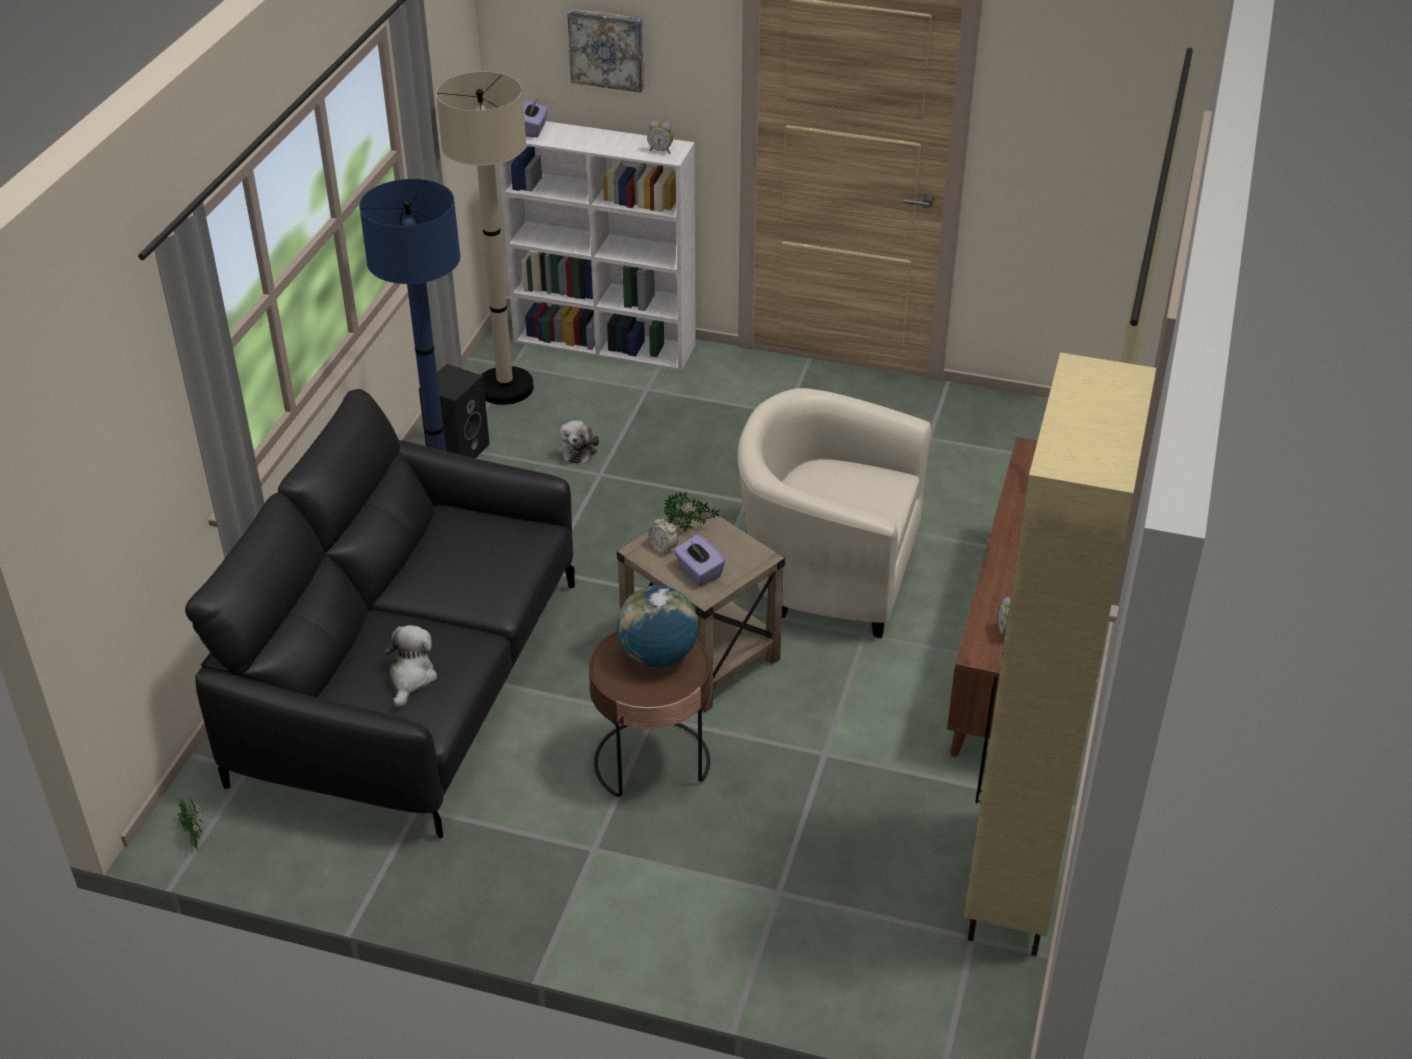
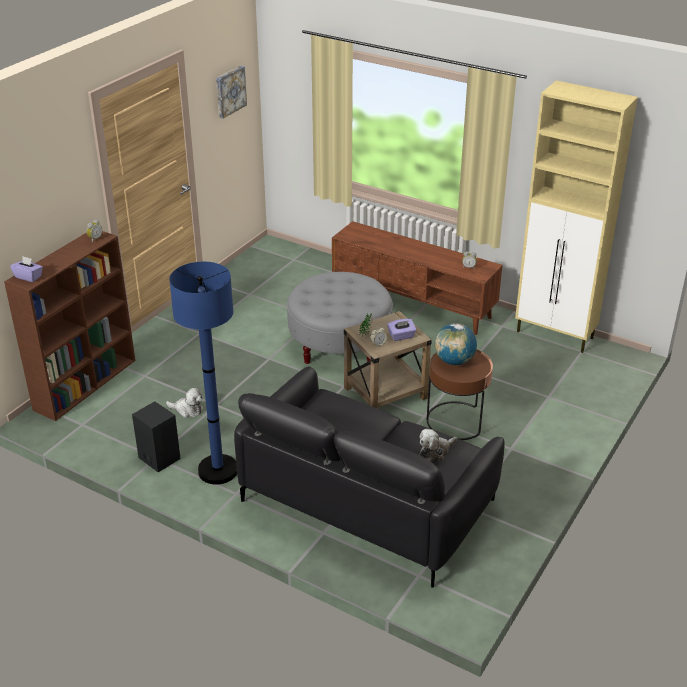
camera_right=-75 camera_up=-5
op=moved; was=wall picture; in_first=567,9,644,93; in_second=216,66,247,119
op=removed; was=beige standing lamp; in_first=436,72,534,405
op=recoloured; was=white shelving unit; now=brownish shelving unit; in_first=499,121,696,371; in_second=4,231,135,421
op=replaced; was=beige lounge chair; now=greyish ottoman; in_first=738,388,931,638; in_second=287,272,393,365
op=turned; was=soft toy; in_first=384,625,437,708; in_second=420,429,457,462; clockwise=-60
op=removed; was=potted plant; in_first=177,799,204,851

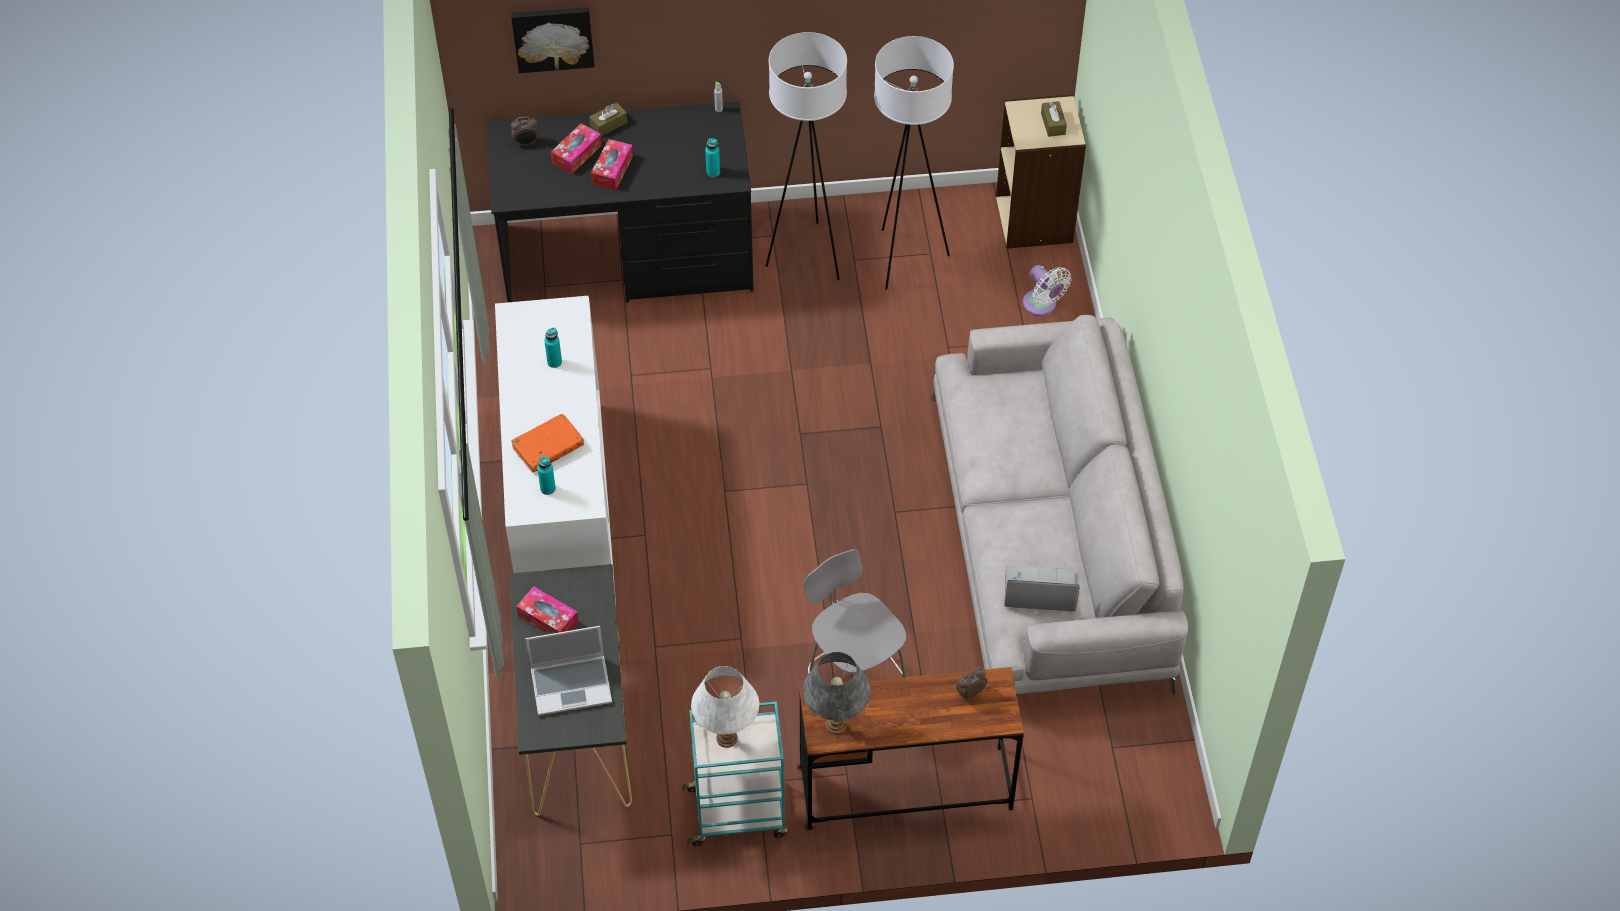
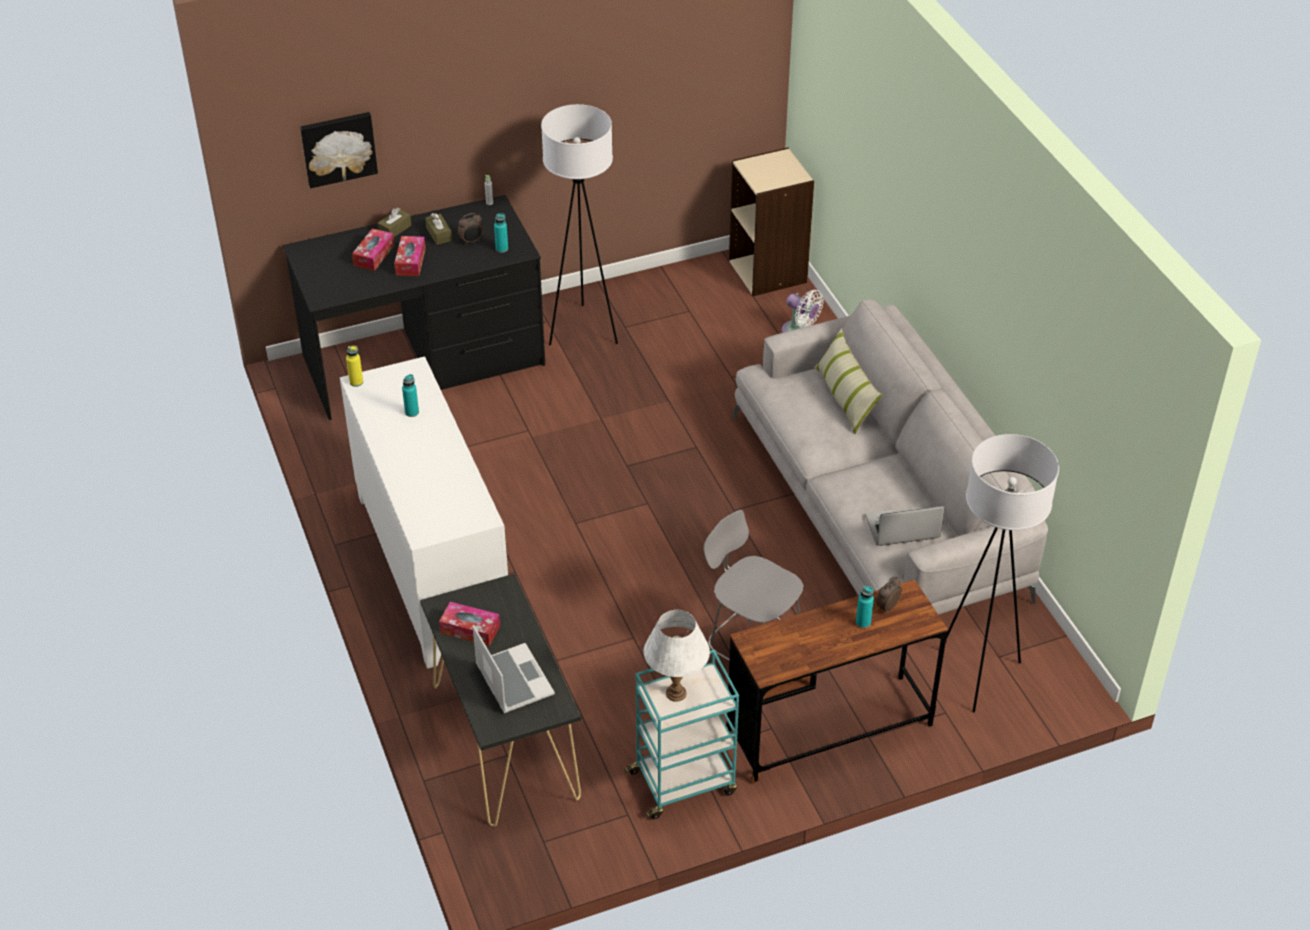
camera_right=-15 camera_up=-10
op=moved; was=white standing lamp; in_first=874,36,954,290; in_second=947,434,1059,713
op=moved; was=brownish box of tissues; in_first=1041,101,1067,137; in_second=425,213,452,245
op=moved; was=table clock; in_first=511,116,538,147; in_second=458,213,483,245
op=removed; was=orangey book; in_first=511,414,584,473
op=moved; was=turquoise bottle; in_first=537,456,556,495; in_second=856,586,874,628
op=turned; was=laptop; in_first=526,626,612,716; in_second=473,625,555,713; clockwise=-90
op=removed; was=greyish lamp for a table; in_first=802,652,871,734
op=added; now=pillow; in_second=814,329,883,434
op=added; now=yellow bottle; in_second=346,346,363,387

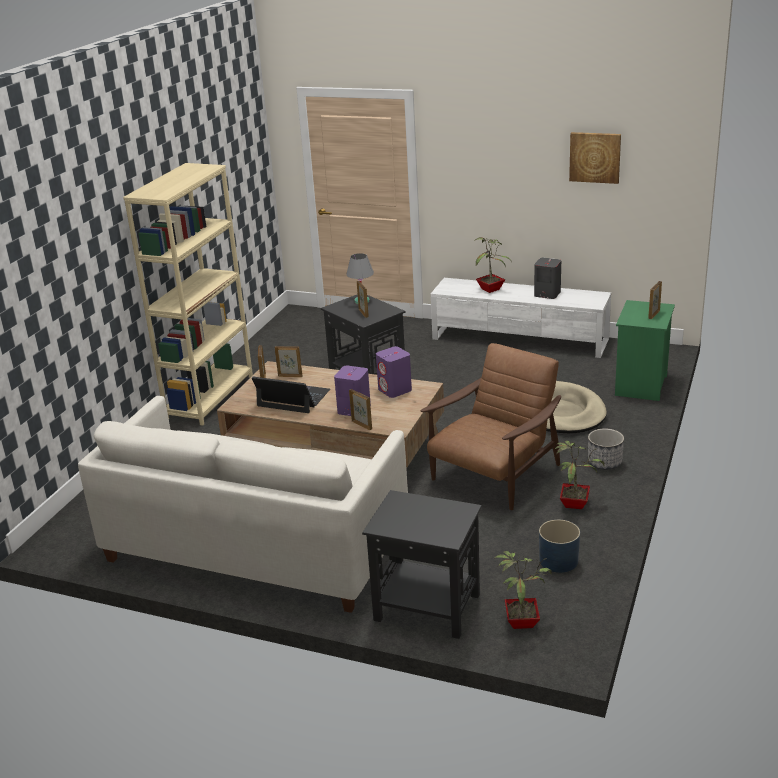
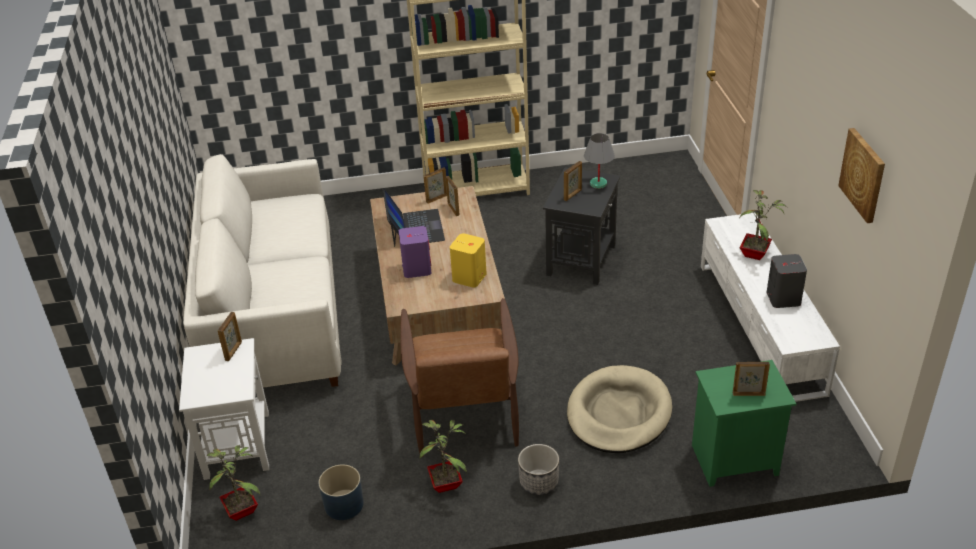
camera_right=60 camera_up=10
op=turned; was=brownish lounge chair; in_first=420,343,561,510; in_second=400,298,519,453; clockwise=75
op=recoloured; was=purplish speaker; now=yellow speaker; in_first=376,346,412,398; in_second=450,233,487,288
op=moved; was=photo frame; in_first=349,389,372,430; in_second=218,312,242,361
op=recoloured; was=blackish accent table; now=white accent table; in_first=362,490,482,639; in_second=179,338,269,480

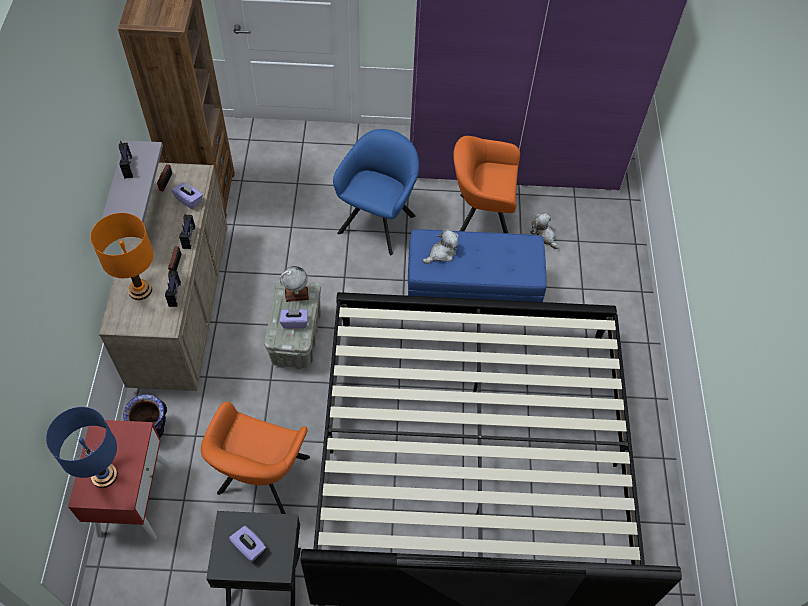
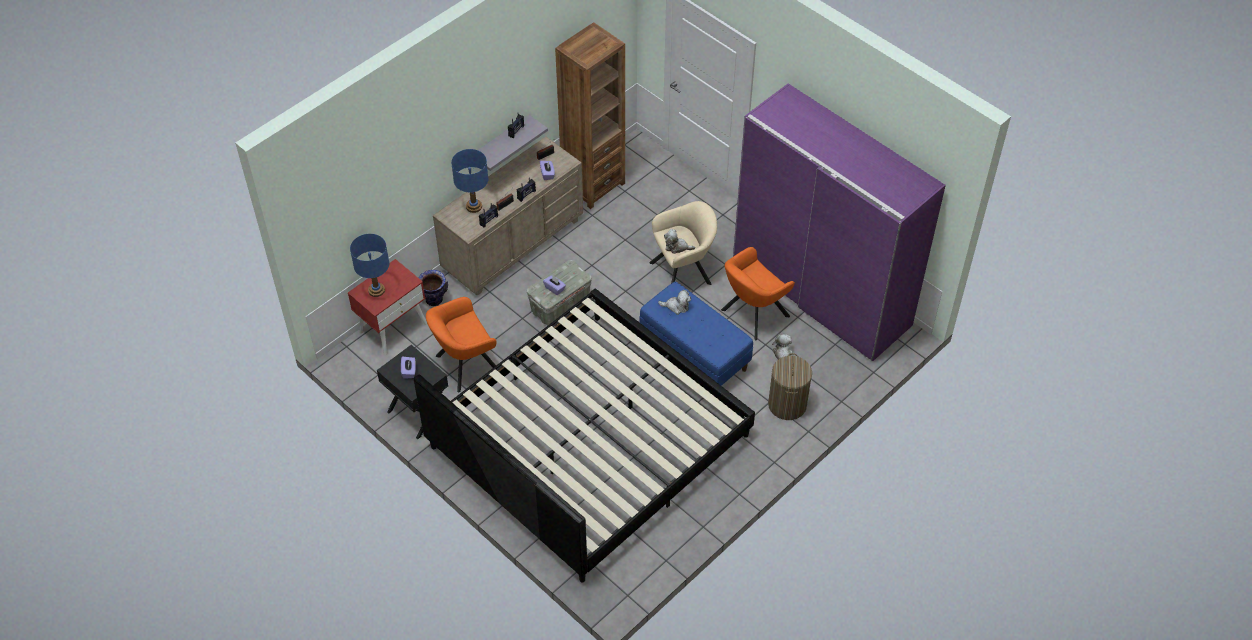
camera_right=45 camera_up=-5
op=recoloured; was=blue-coloured lounge chair; now=beige lounge chair; in_first=333,129,419,255; in_second=649,201,717,285
op=turned; was=orangey lounge chair; in_first=453,136,520,233; in_second=721,247,795,341; clockwise=-90
op=recoloured; was=orangey lamp for a table; now=blue-coloured lamp for a table; in_first=91,213,154,300; in_second=451,149,488,213
op=removed; was=globe; in_first=280,266,309,302
op=added; now=soft toy; in_second=664,229,695,254
op=added; now=laundry basket; in_second=768,353,812,420

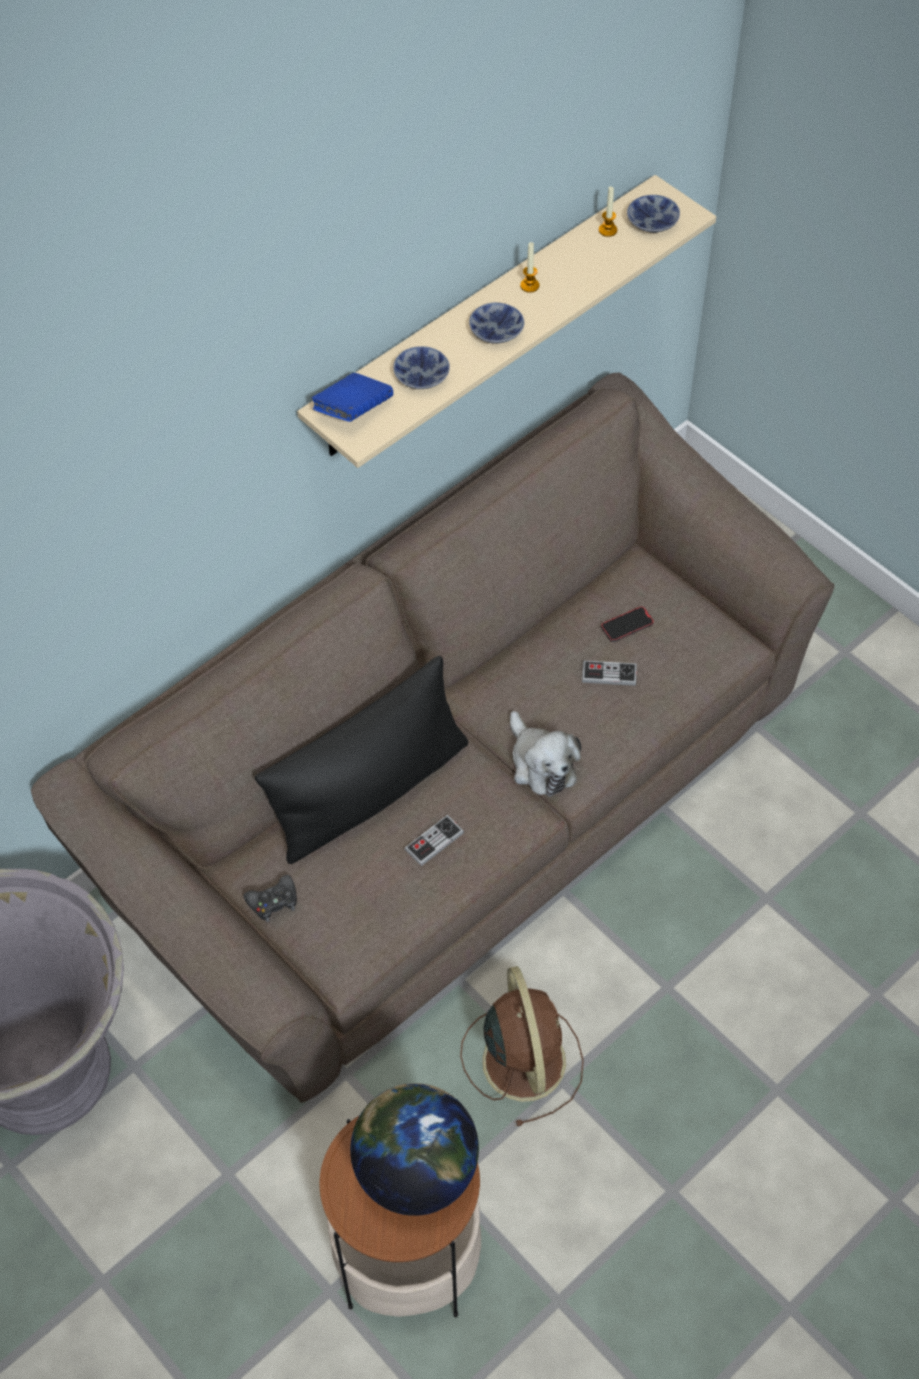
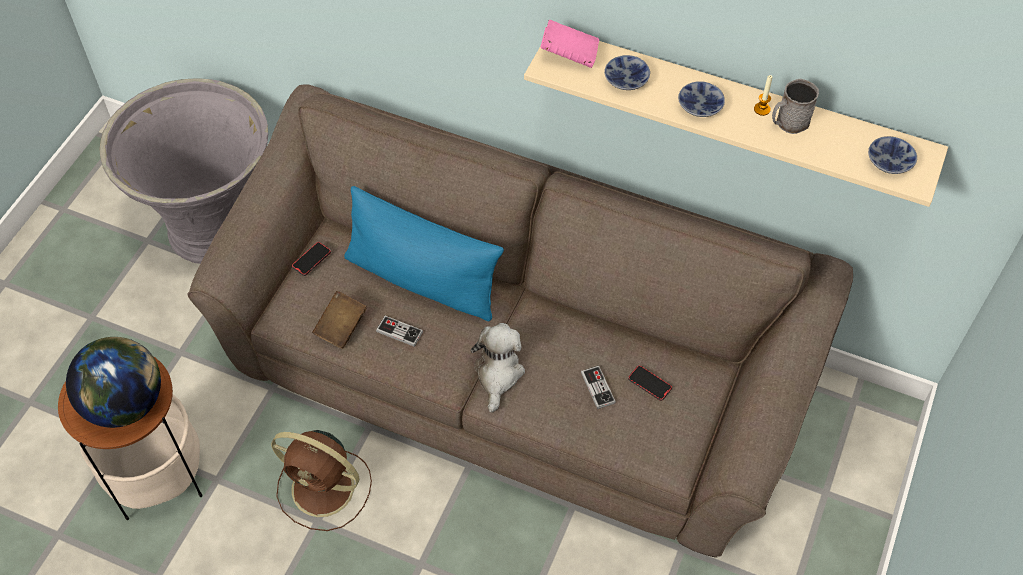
camera_right=65 camera_up=0
op=removed; was=candle; in_first=599,186,617,237
op=recoloured; was=blue-coloured book; now=pinkish book; in_first=311,373,393,422; in_second=541,20,599,68
op=recoloured; was=blackish pillow; now=blue-coloured pillow; in_first=255,656,468,864; in_second=344,186,504,322
op=turned; was=soft toy; in_first=510,711,581,797; in_second=470,323,525,413; clockwise=150
op=replaced; was=blackish gamepad; now=phone; in_first=244,875,297,922; in_second=292,242,331,276
op=turned; was=brownish fan; in_first=460,966,584,1126; in_second=271,430,372,531; clockwise=60
op=added; now=greyish coffee mug; in_second=772,78,819,134
op=added; now=brownish book; in_second=312,291,367,349

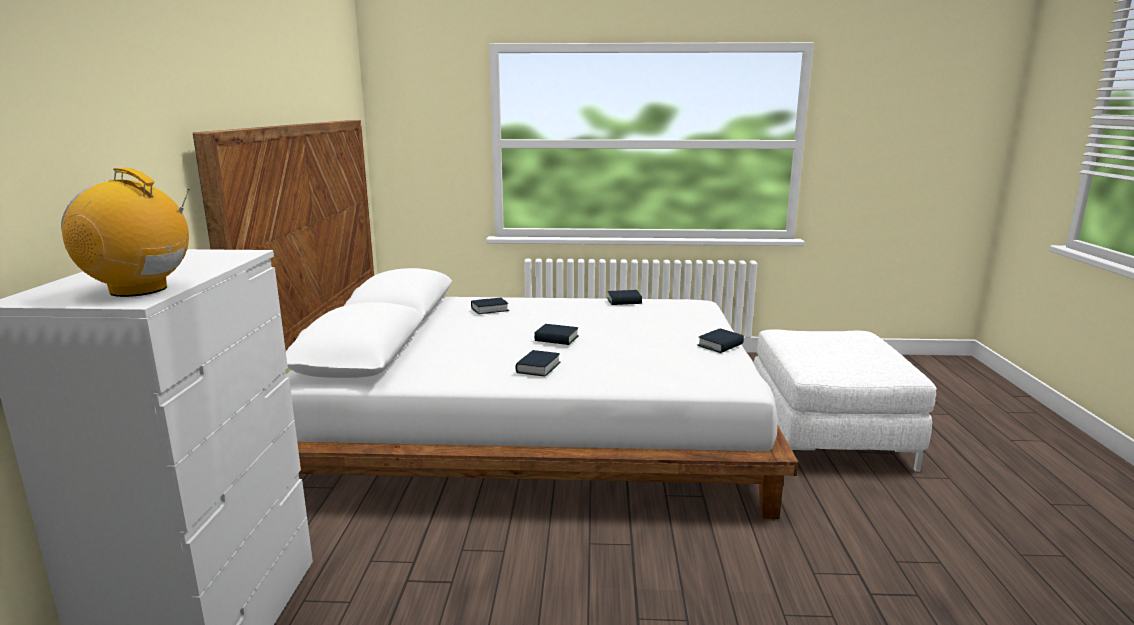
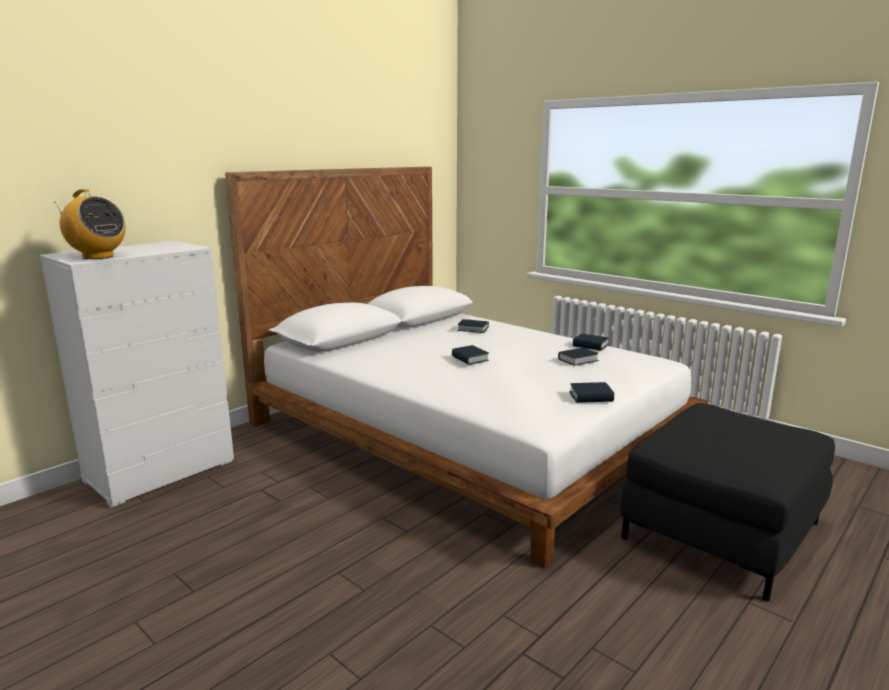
camera_right=40 camera_up=0
op=turned; was=radio receiver; in_first=61,168,190,297; in_second=55,189,126,259; clockwise=150
op=recoloured; was=white ottoman; now=blackish ottoman; in_first=753,329,937,472; in_second=620,403,835,602
op=moved; was=book; in_first=515,350,561,376; in_second=558,348,599,366

